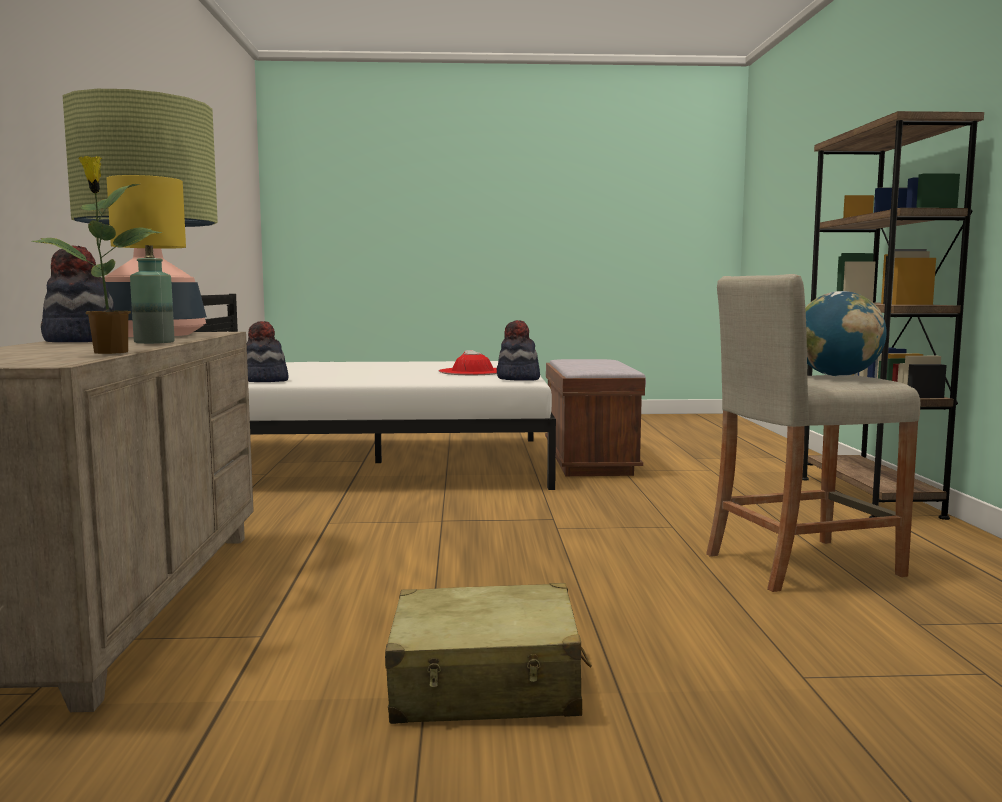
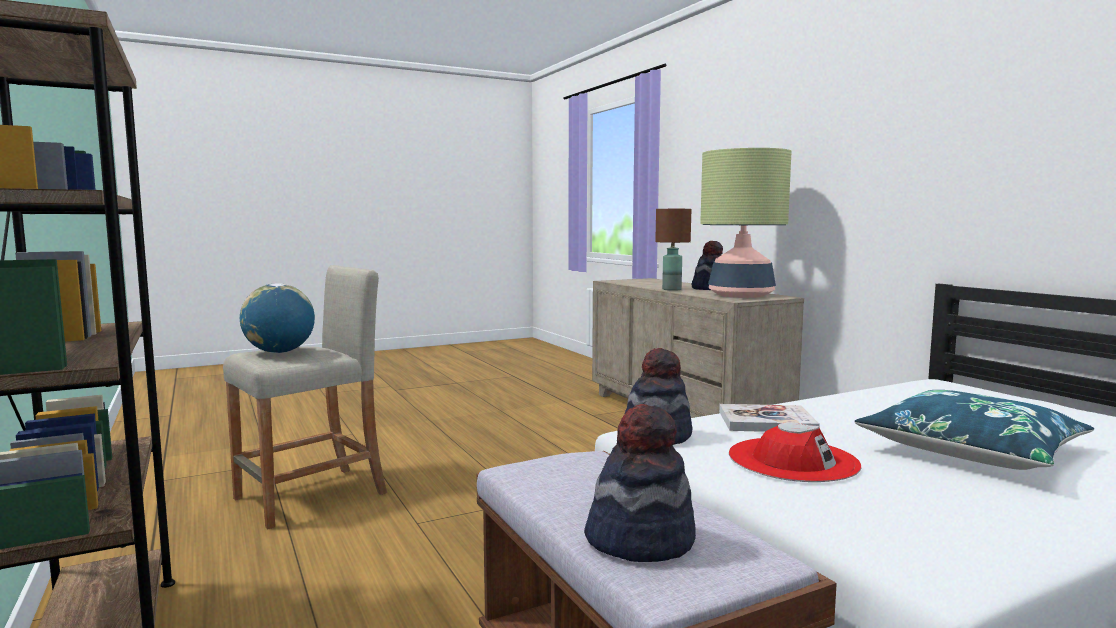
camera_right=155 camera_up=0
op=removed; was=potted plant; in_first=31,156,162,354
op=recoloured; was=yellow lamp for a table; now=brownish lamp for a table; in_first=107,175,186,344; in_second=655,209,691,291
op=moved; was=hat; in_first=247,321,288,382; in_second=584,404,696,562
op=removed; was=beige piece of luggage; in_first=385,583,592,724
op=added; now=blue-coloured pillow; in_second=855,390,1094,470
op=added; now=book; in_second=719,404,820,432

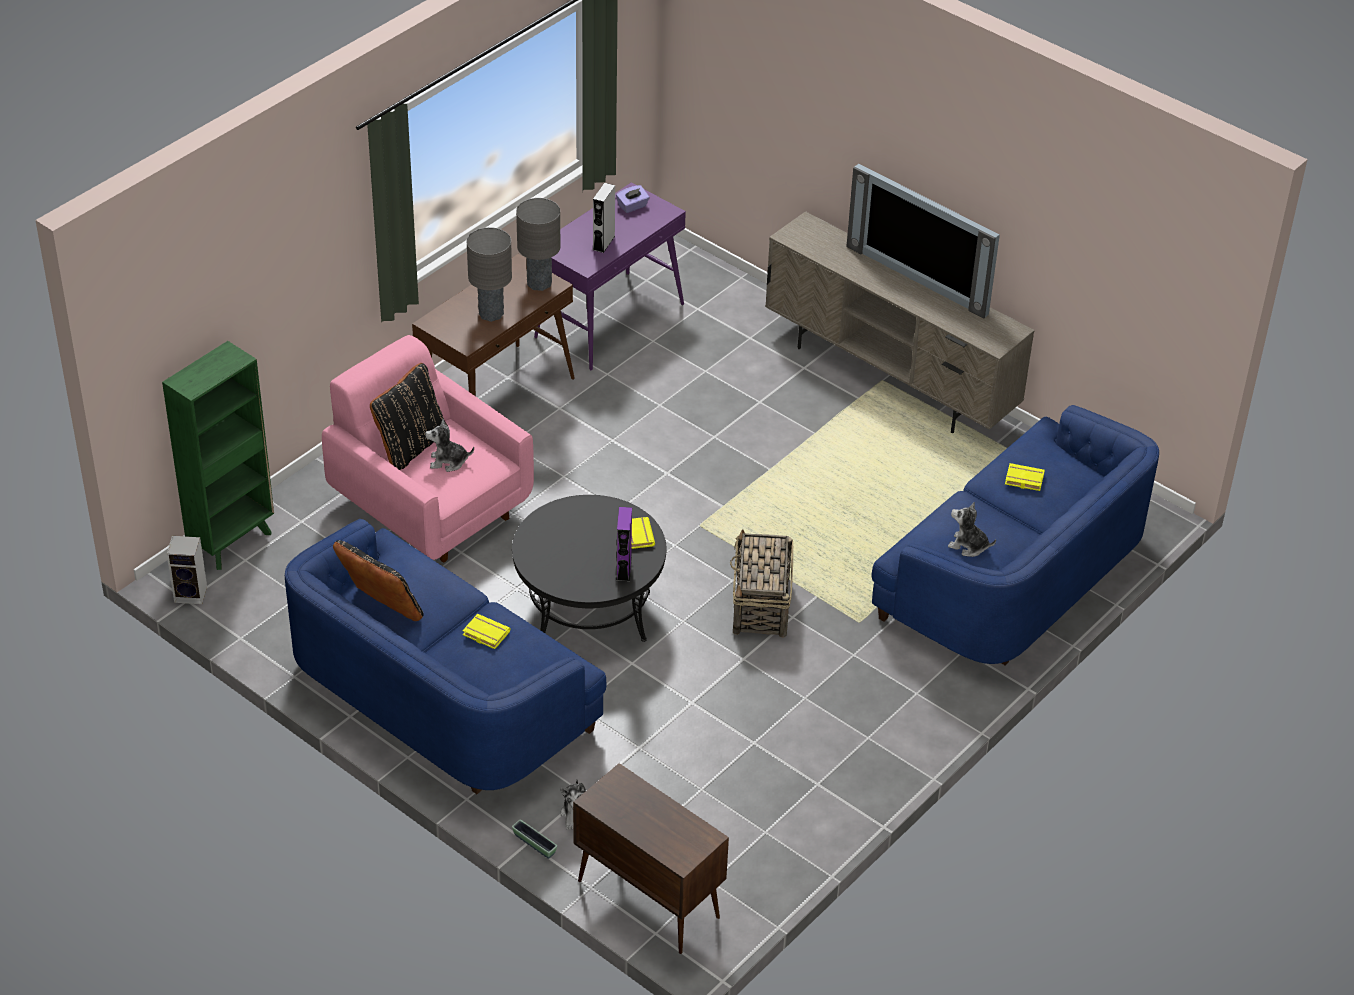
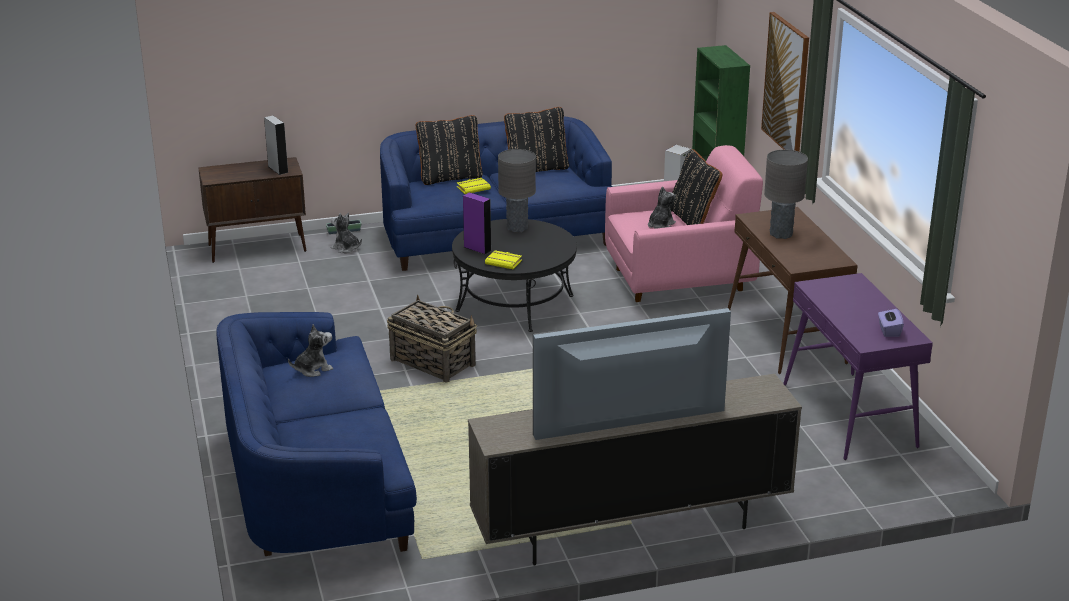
camera_right=125 camera_up=-15
op=moved; was=greyish speaker; in_first=593,183,615,253; in_second=264,115,288,175
op=moved; was=greyish lamp for a table; in_first=516,198,560,291; in_second=498,149,536,232
op=removed; was=yellow book; in_first=1005,463,1045,491
op=added; now=wall picture; in_second=761,12,809,152
op=added; now=blackish pillow; in_second=416,115,483,185

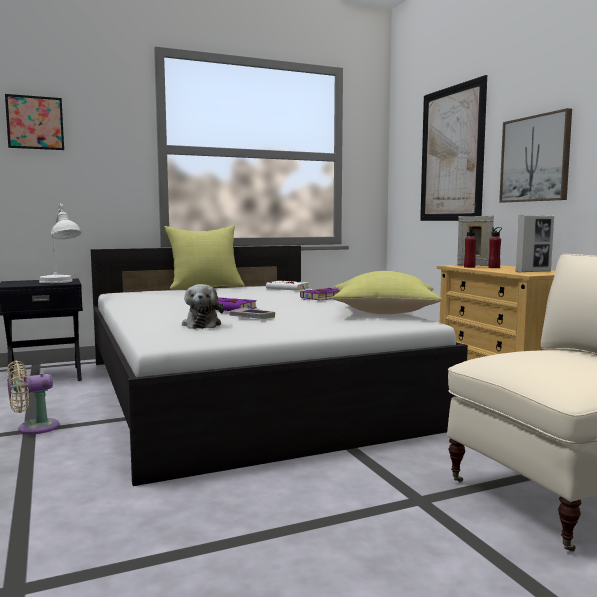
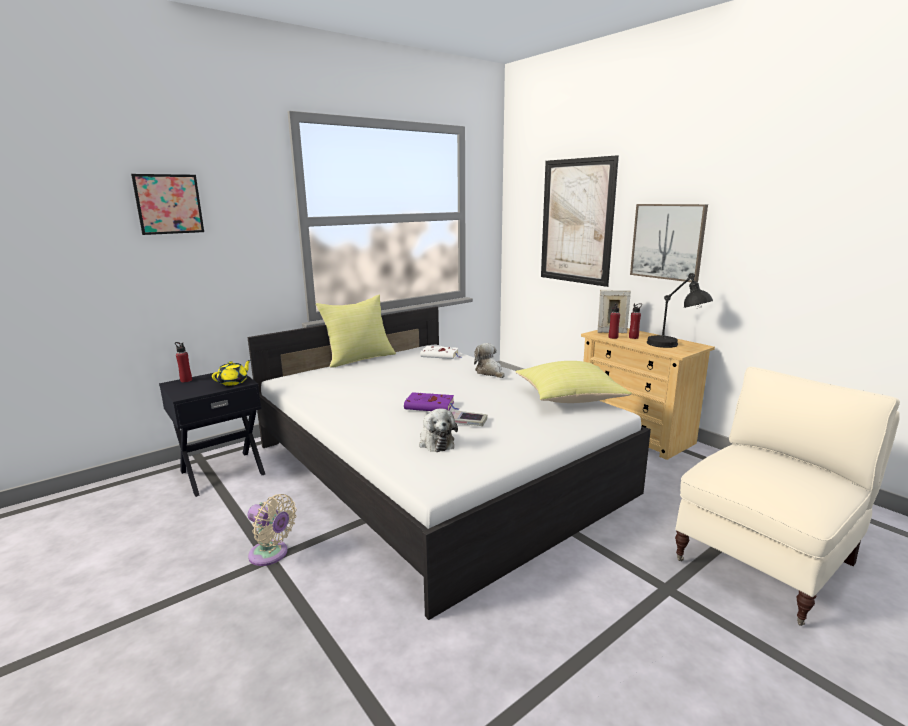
camera_right=-15 camera_up=10
op=replaced; was=white lamp for a table; now=yellow pot for tea; in_first=39,204,82,283; in_second=212,360,251,386
op=replaced; was=photo frame; now=blackish lamp for a table; in_first=516,215,554,272; in_second=647,273,713,348
op=replaced; was=purplish book; now=soft toy; in_first=300,288,340,301; in_second=474,343,505,378
op=turned; was=beige fan; in_first=7,361,60,434; in_second=247,494,297,566; clockwise=-105
op=added; now=red-coloured bottle; in_second=175,342,192,382

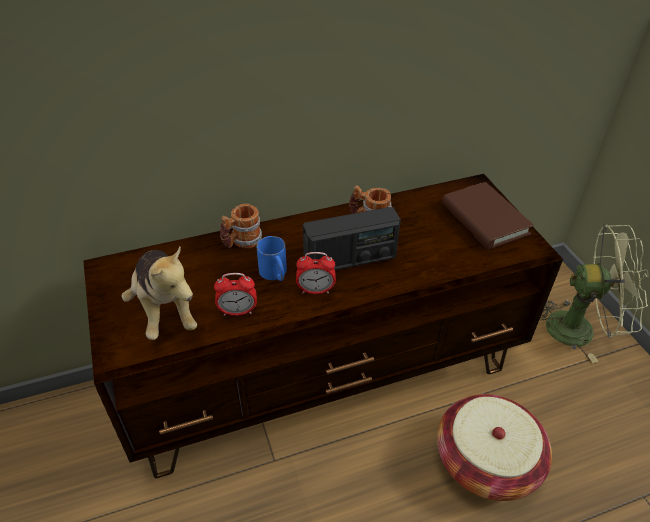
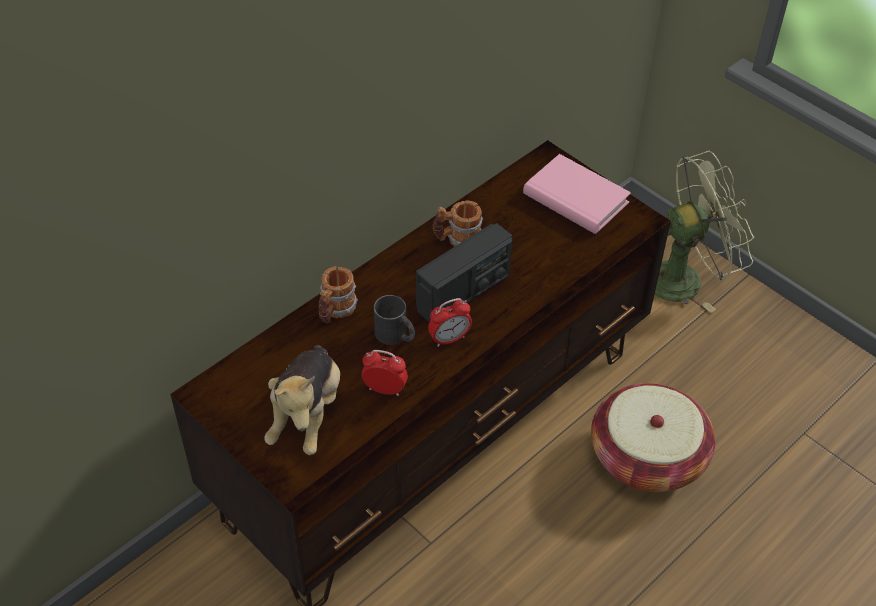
camera_right=-25 camera_up=5
op=recoloured; was=brownish book; now=pinkish book; in_first=442,182,534,250; in_second=523,154,631,234
op=recoloured; was=blue-coloured coffee mug; now=blackish coffee mug; in_first=256,236,287,281; in_second=374,295,415,345
op=turned; was=soft toy; in_first=121,246,197,340; in_second=264,345,340,455; clockwise=60
op=turned; was=table clock; in_first=214,273,257,316; in_second=362,350,408,396; clockwise=-135

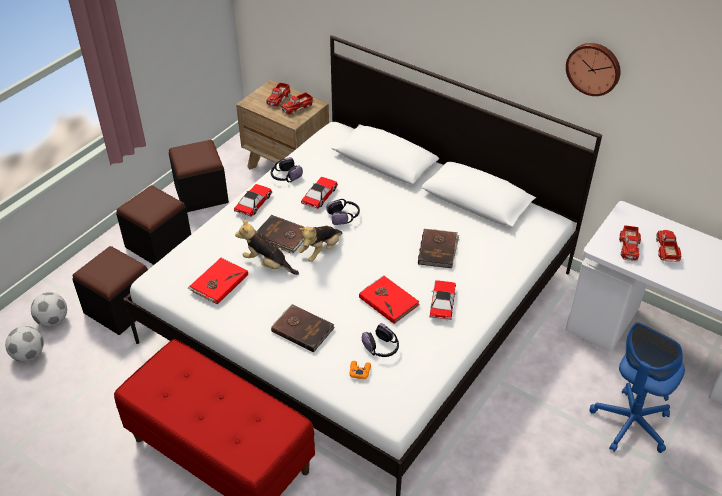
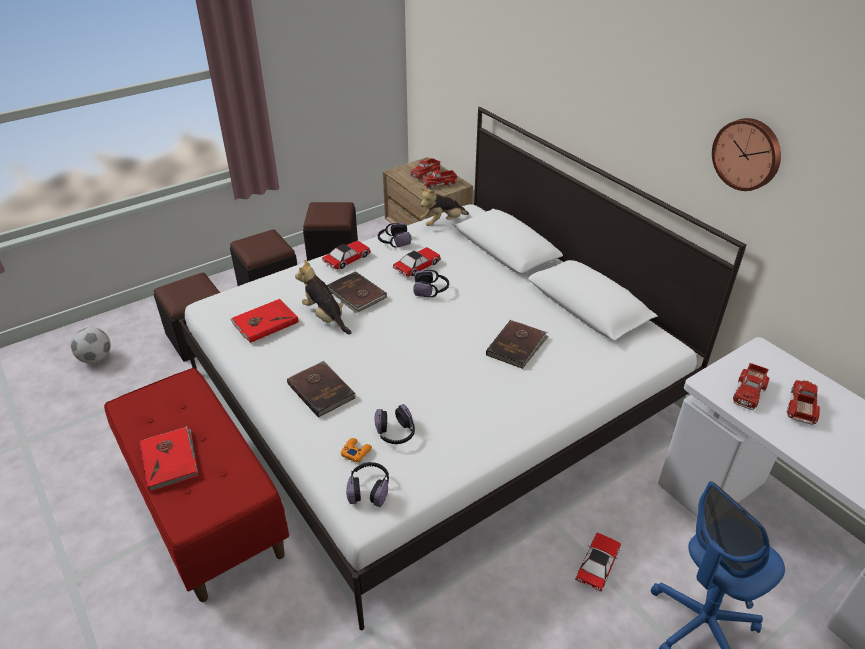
camera_right=20 camera_up=-5
op=moved; was=soft toy; in_first=299,226,342,262; in_second=420,188,469,226
op=moved; was=red-coloured book; in_first=359,275,420,324; in_second=140,426,198,492
op=moved; was=toy car; in_first=430,280,456,321; in_second=575,533,621,592
op=removed; was=ball for football; in_first=31,292,67,327
op=added; now=pair of headphones; in_second=346,462,389,507

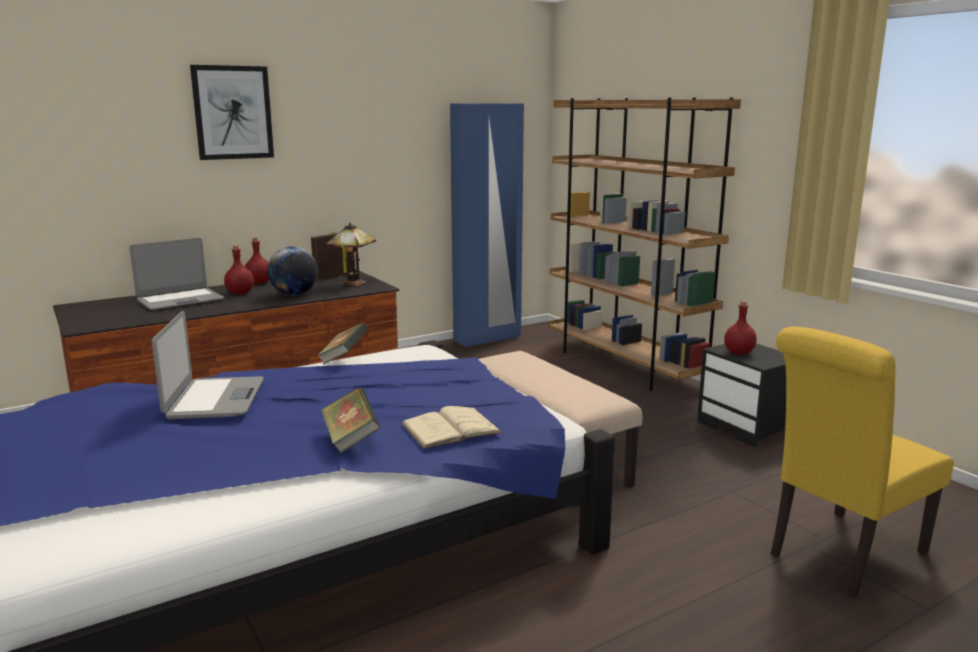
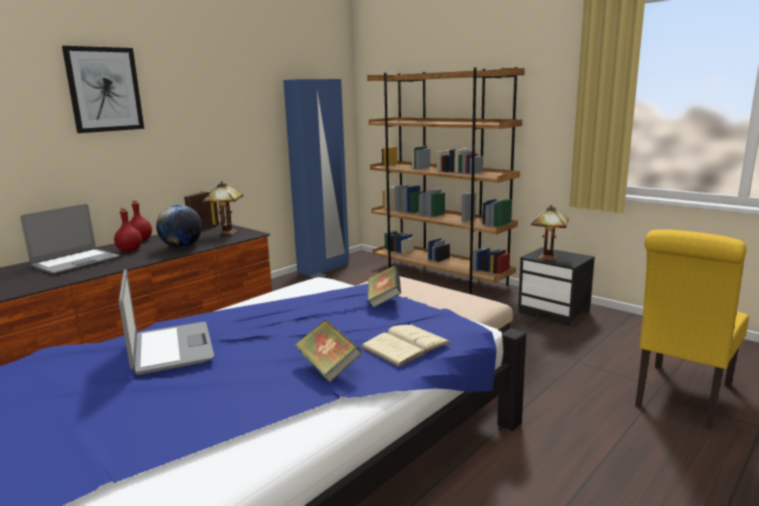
camera_right=-15 camera_up=0
op=replaced; was=red-coloured bottle; now=lamp for a table; in_first=724,301,757,355; in_second=531,205,569,260
op=moved; was=book; in_first=317,323,368,364; in_second=368,266,401,308

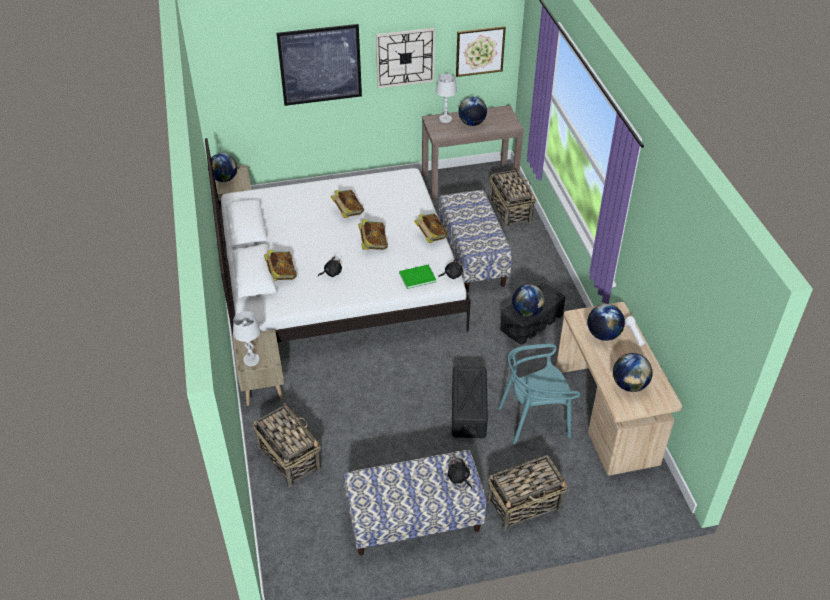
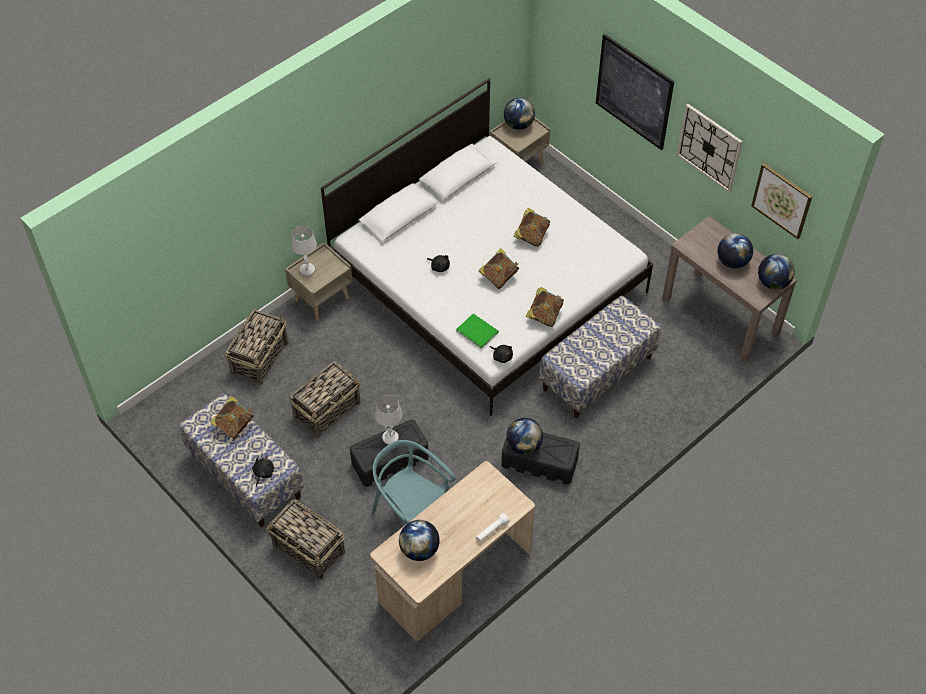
camera_right=60 camera_up=10
op=moved; was=white lamp for a table; in_first=436,74,457,123; in_second=375,395,403,445
op=moved; was=household basket; in_first=489,167,536,227; in_second=289,361,361,438
op=moved; was=book; in_first=264,250,297,281; in_second=210,396,254,440
op=moved; was=globe; in_first=587,304,625,341; in_second=758,254,795,290

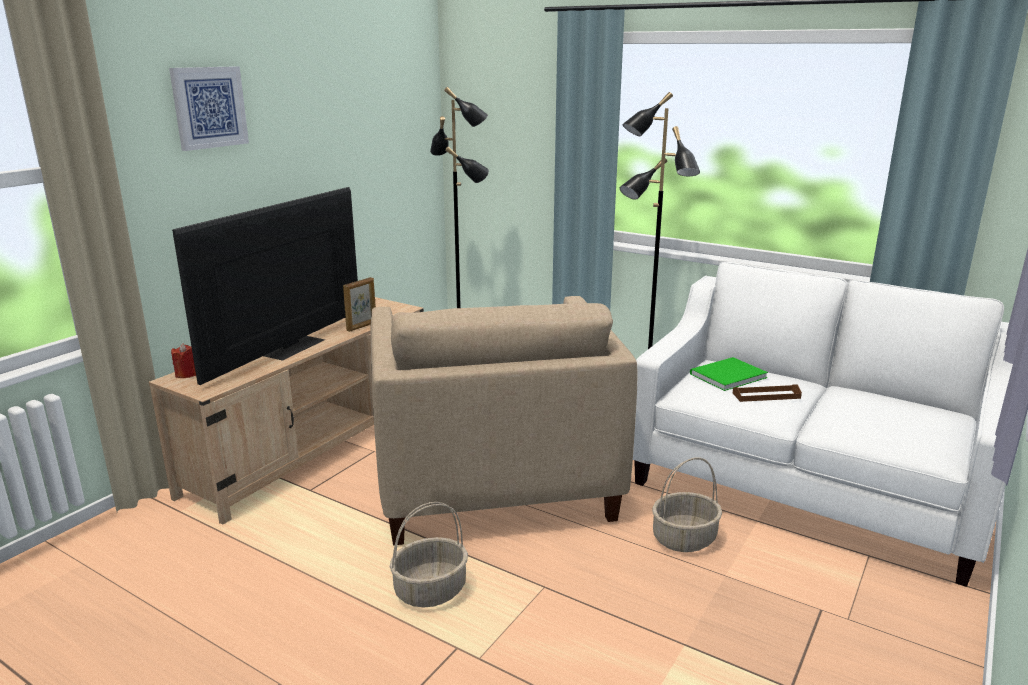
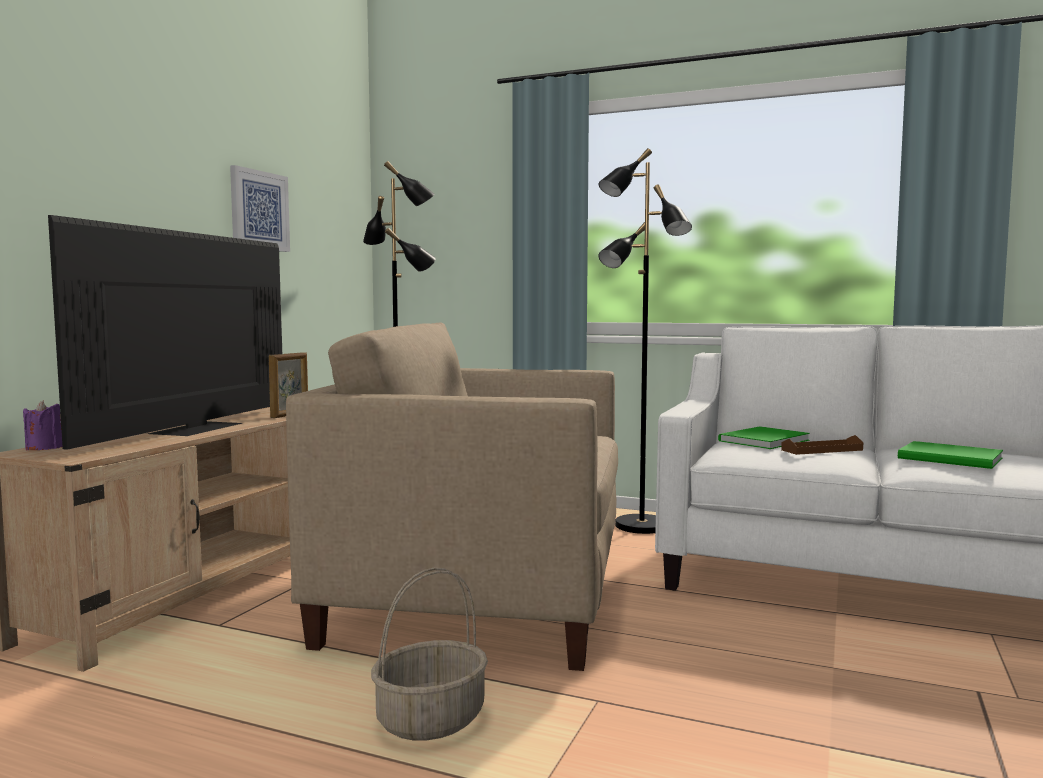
camera_right=-10 camera_up=-15
op=moved; was=wall picture; in_first=169,66,249,151; in_second=230,165,290,252
op=turned; was=beige lounge chair; in_first=370,296,638,545; in_second=286,323,618,671; clockwise=120
op=recoloured; was=red-coloured candle; now=purplish candle; in_first=171,343,196,378; in_second=23,401,62,450
op=removed; was=household basket; in_first=652,457,722,552
op=added; now=green book; in_second=898,441,1003,469

